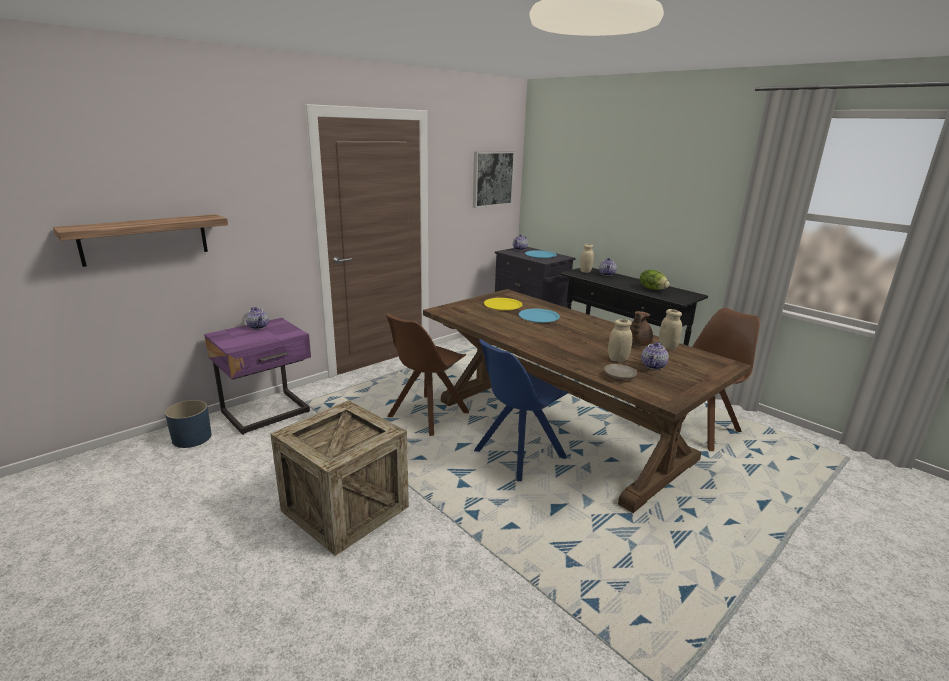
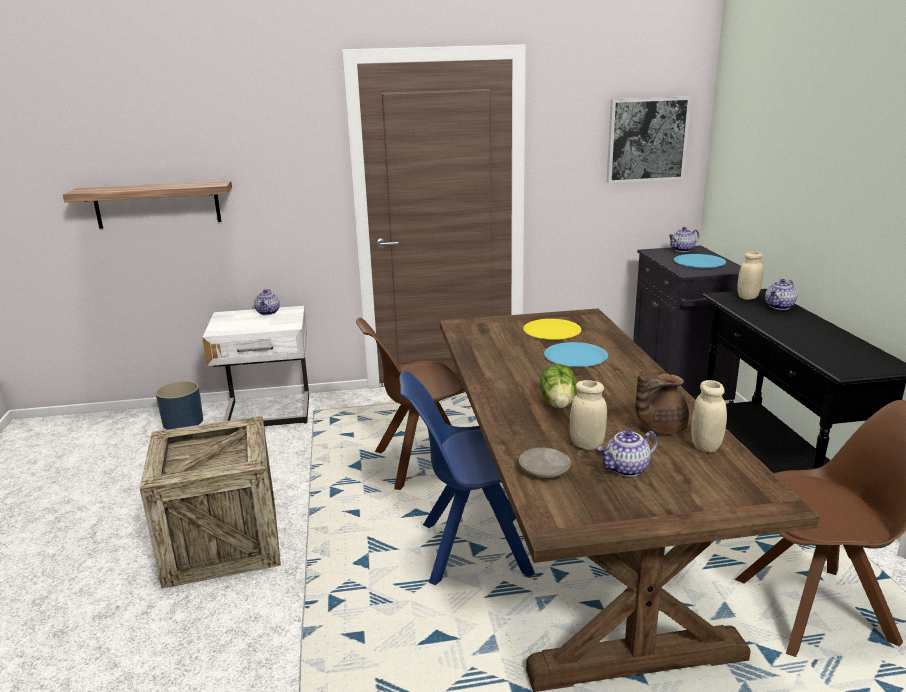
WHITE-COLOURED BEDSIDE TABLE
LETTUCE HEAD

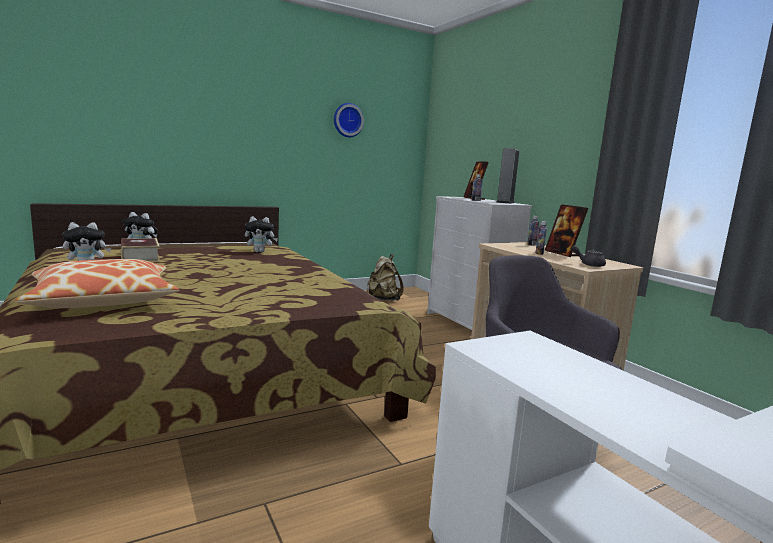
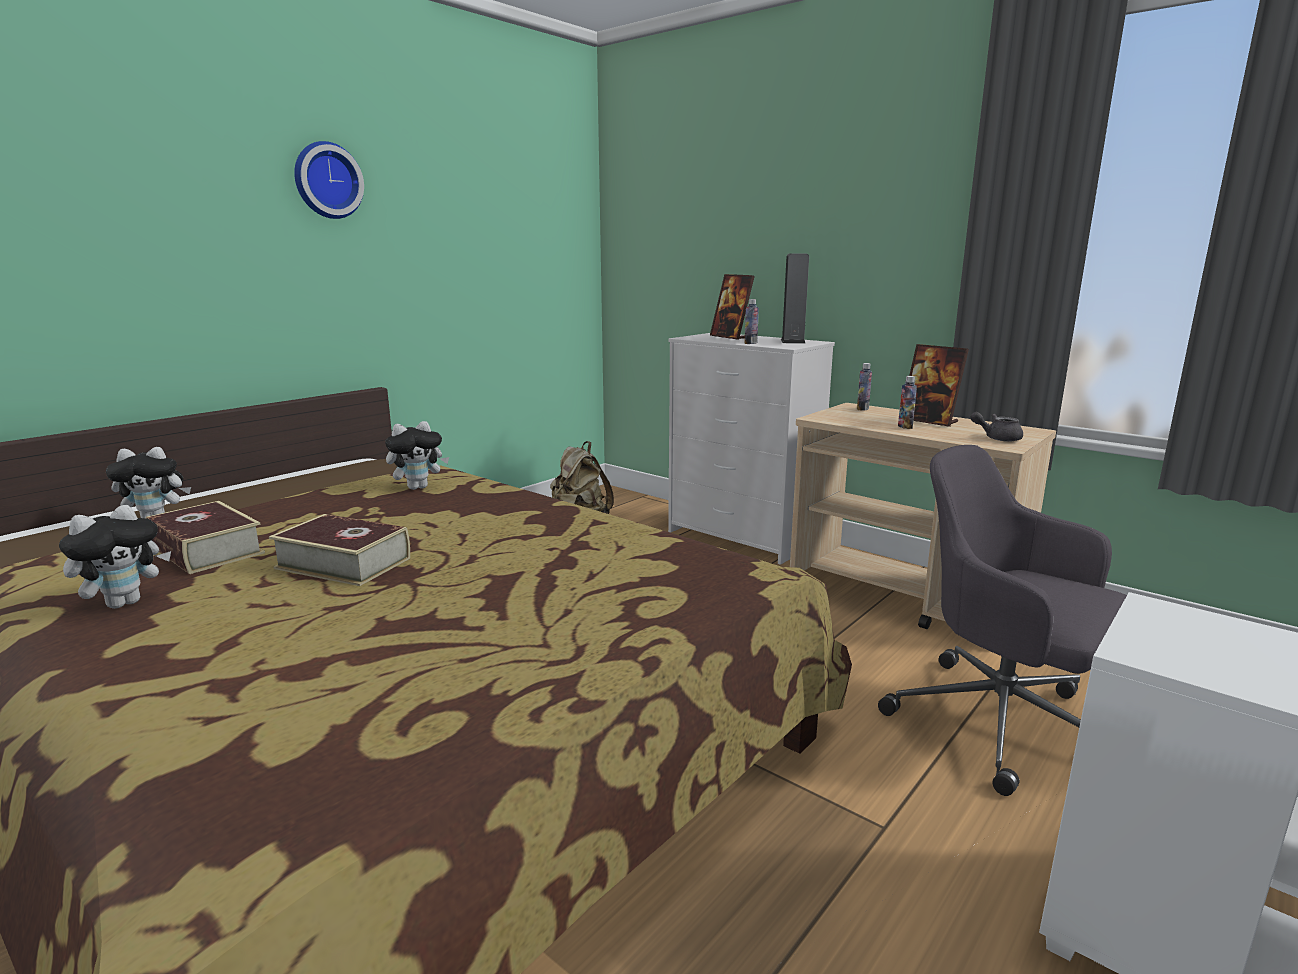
PILLOW
WALL CLOCK
VOLUME (no. 2 from left)

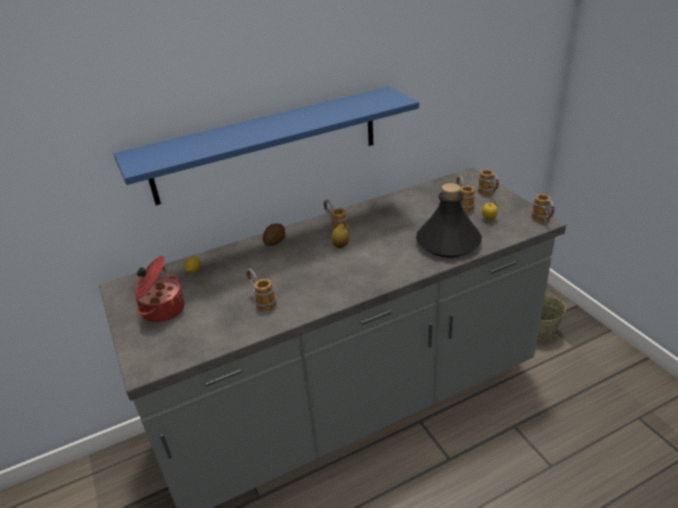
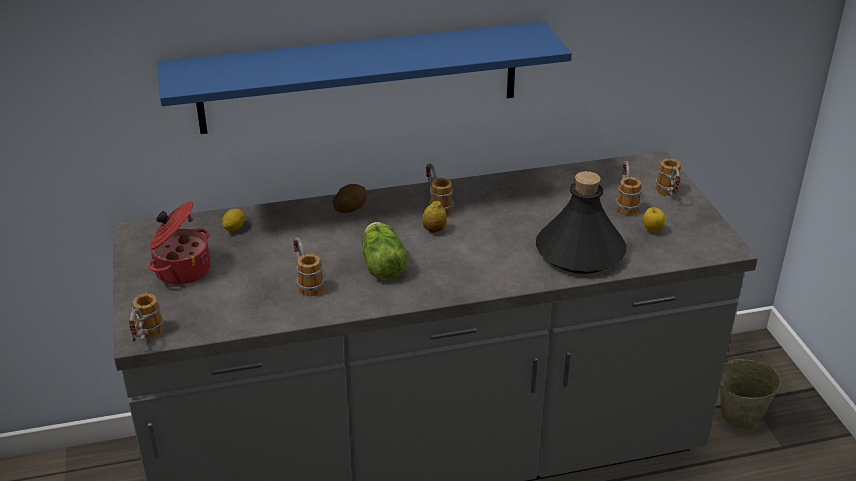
MUG (no. 1 from left)
LETTUCE HEAD

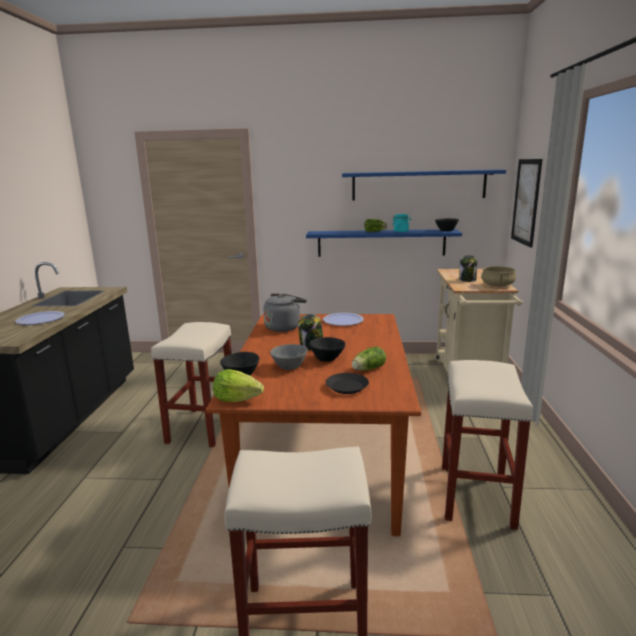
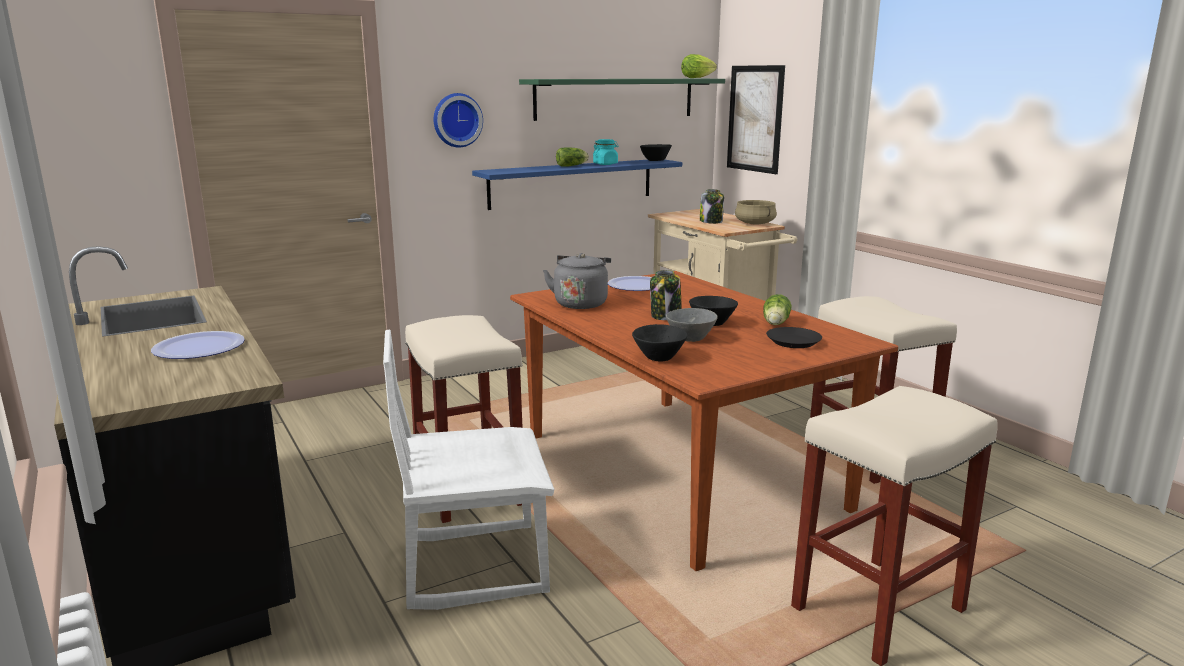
LETTUCE HEAD (no. 2 from left)
GREEN-COLOURED SHELF
WHITE-COLOURED PLAIN CHAIR
WALL CLOCK

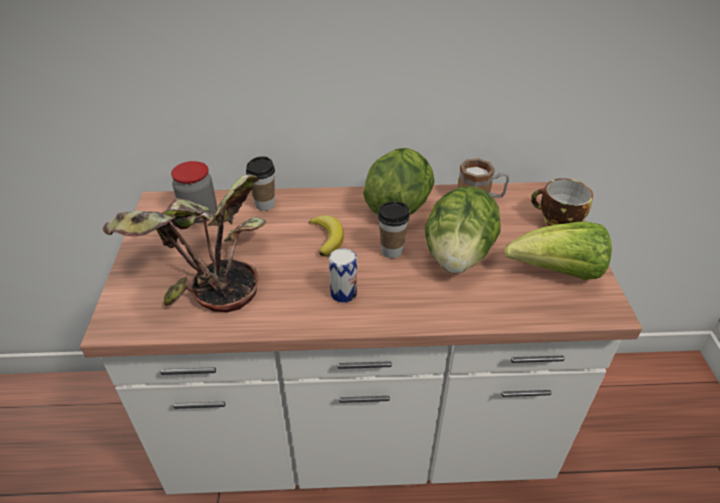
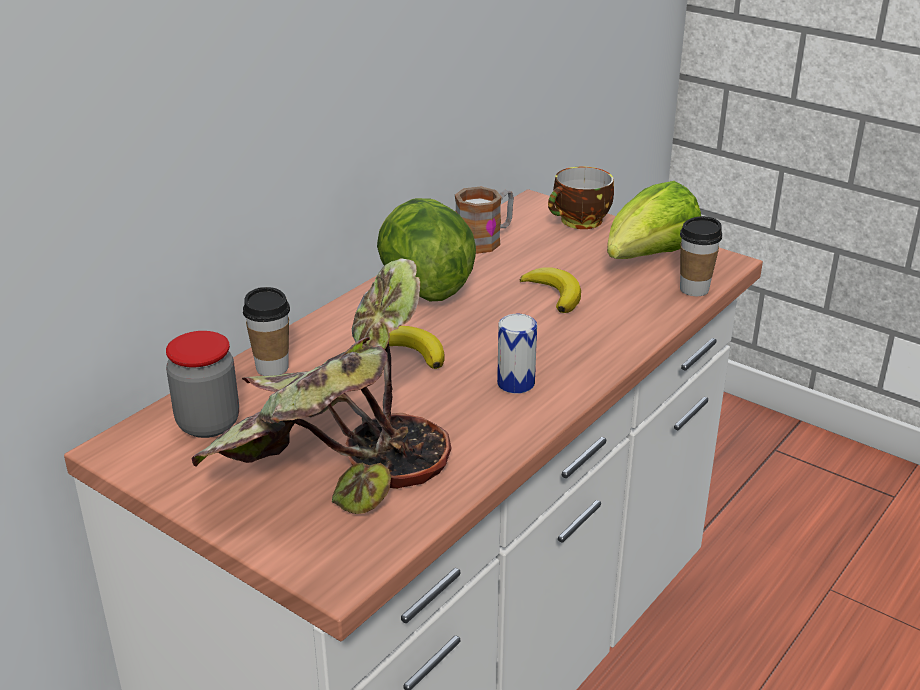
CUP (no. 3 from left)
BANANA FRUIT (no. 2 from left)

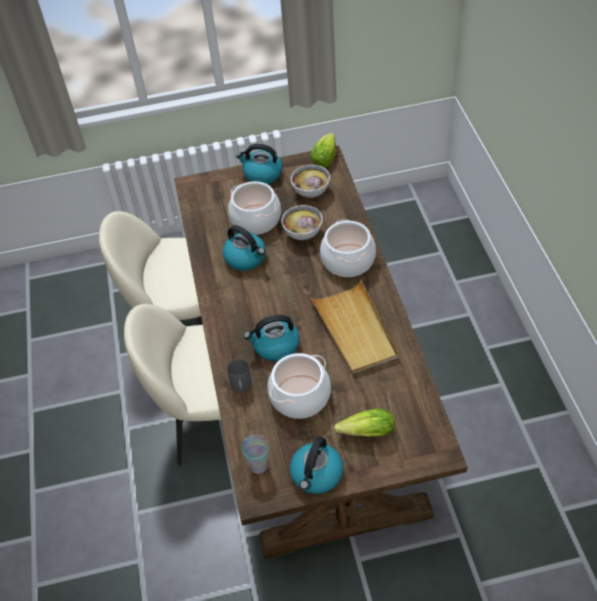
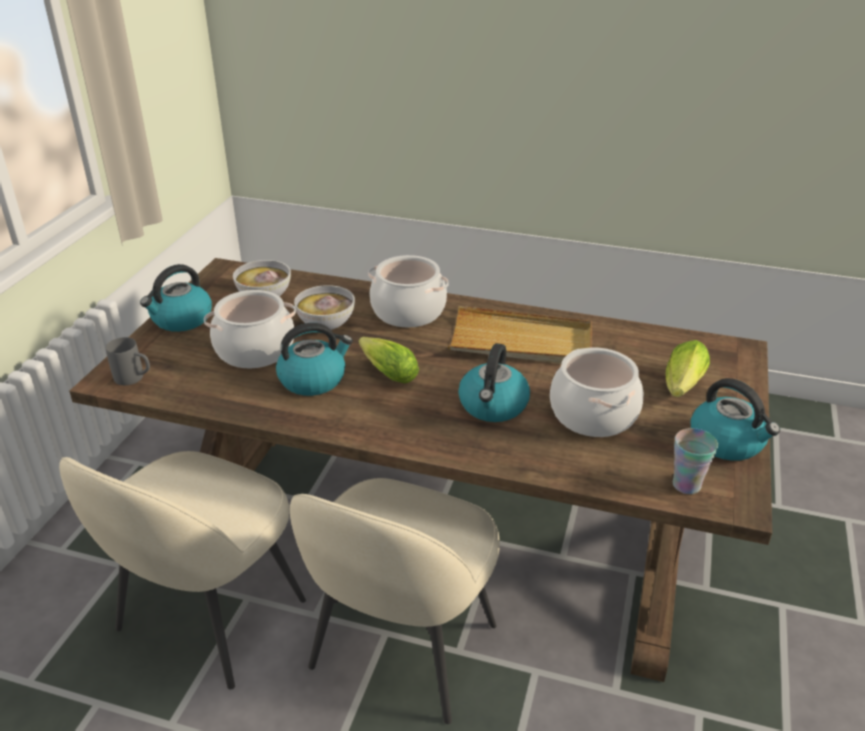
GREYISH MUG
LETTUCE HEAD (no. 1 from left)

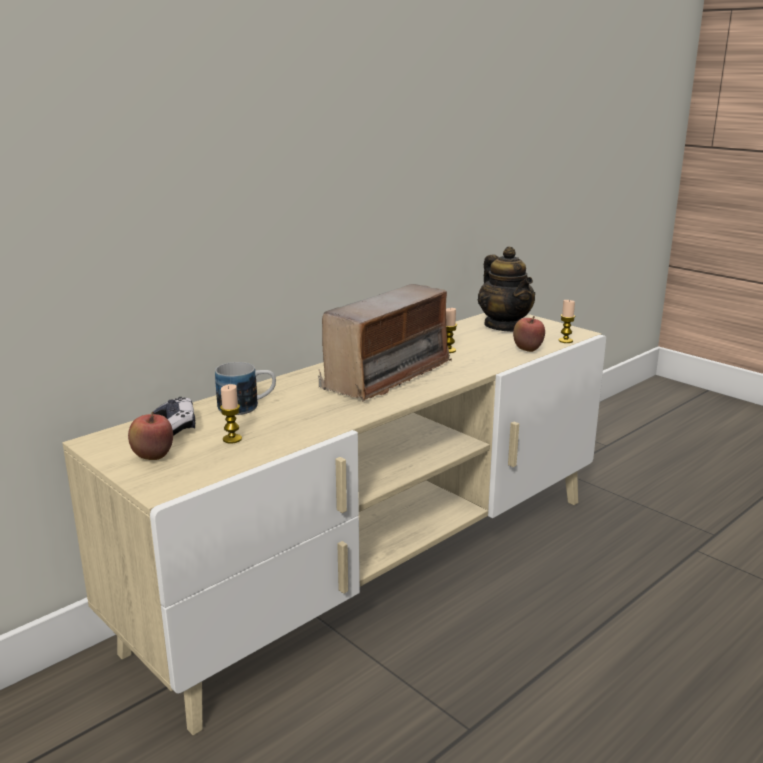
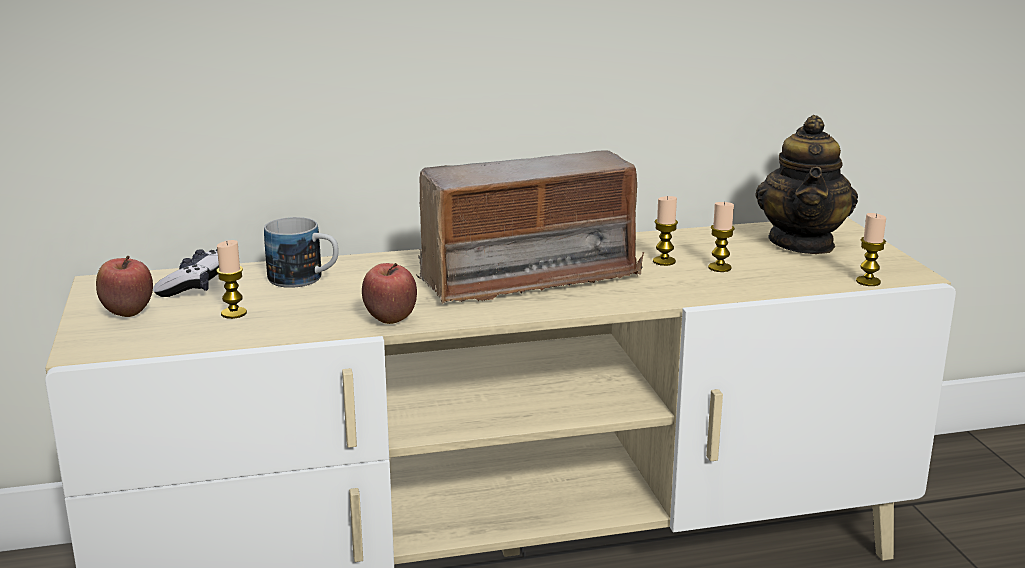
WHOLE APPLE (no. 2 from left)
CANDLE (no. 3 from left)

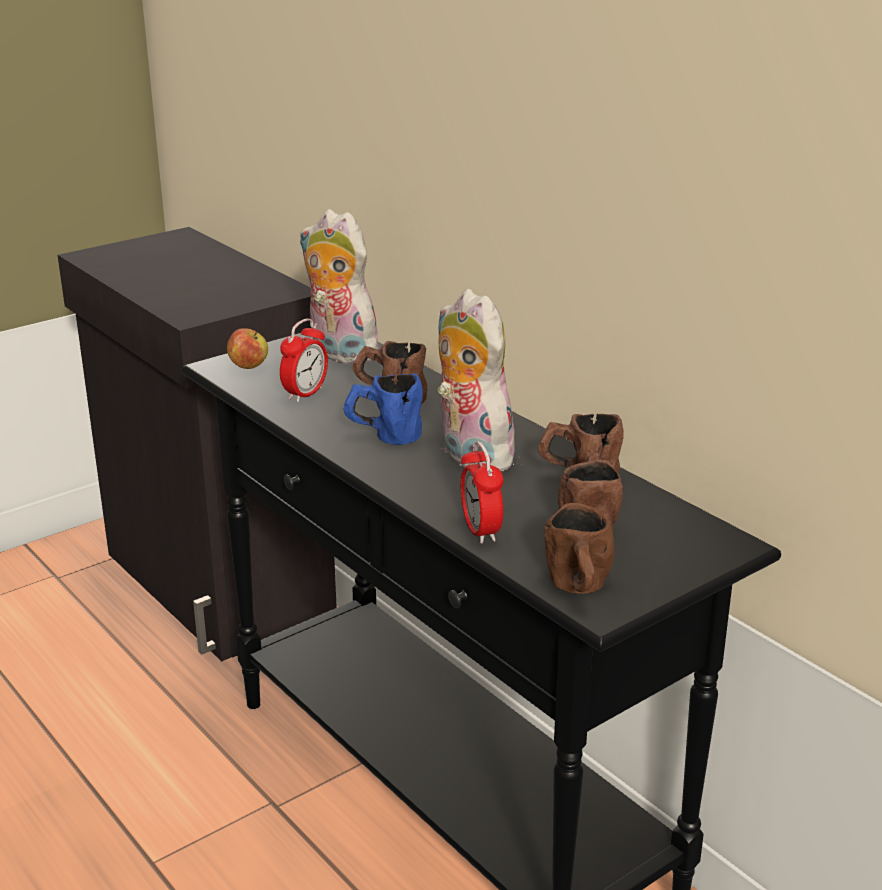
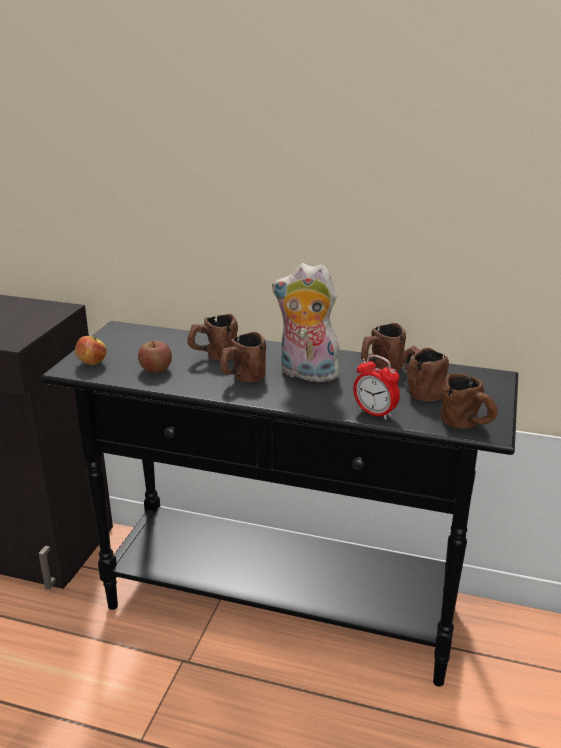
WHOLE APPLE (no. 2 from left)
SOFT TOY (no. 1 from left in the first image)
BROWNISH MUG (no. 2 from left)

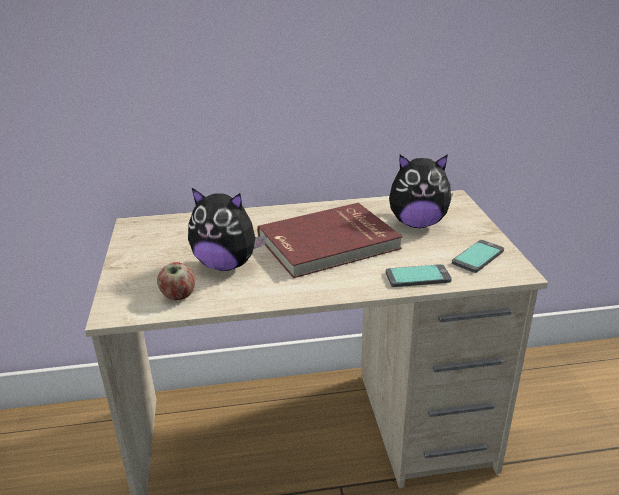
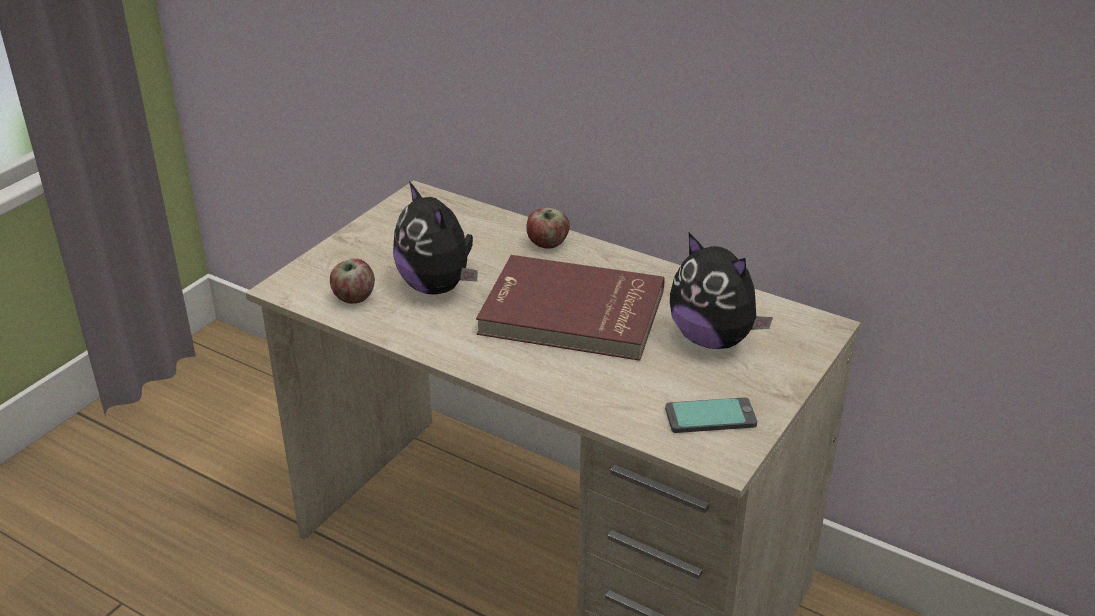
HANDSET (no. 1 from left in the first image)
WHOLE APPLE (no. 2 from left)

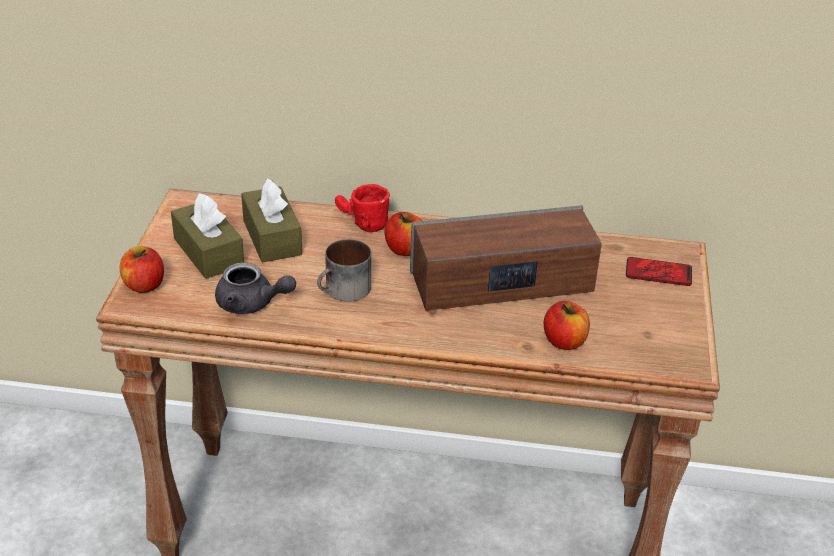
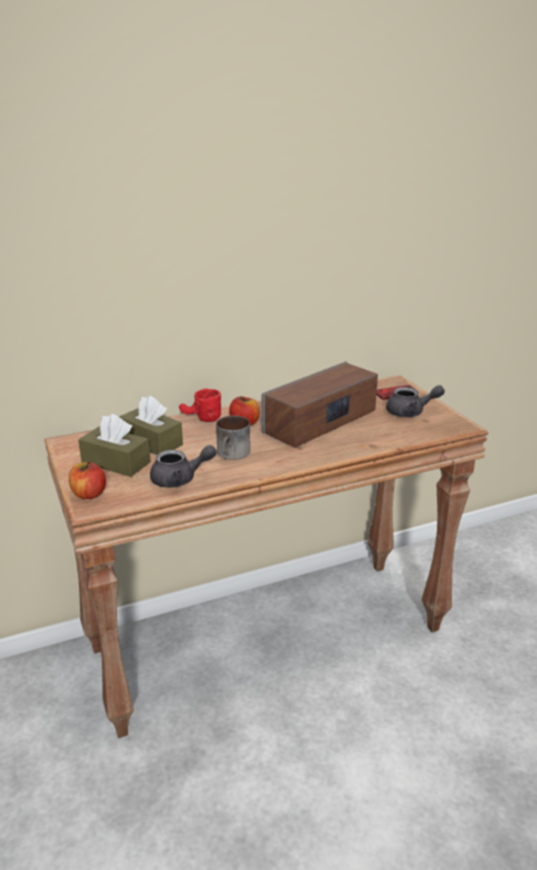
WHOLE APPLE (no. 3 from left in the first image)
GREYISH POT FOR TEA (no. 2 from left)

